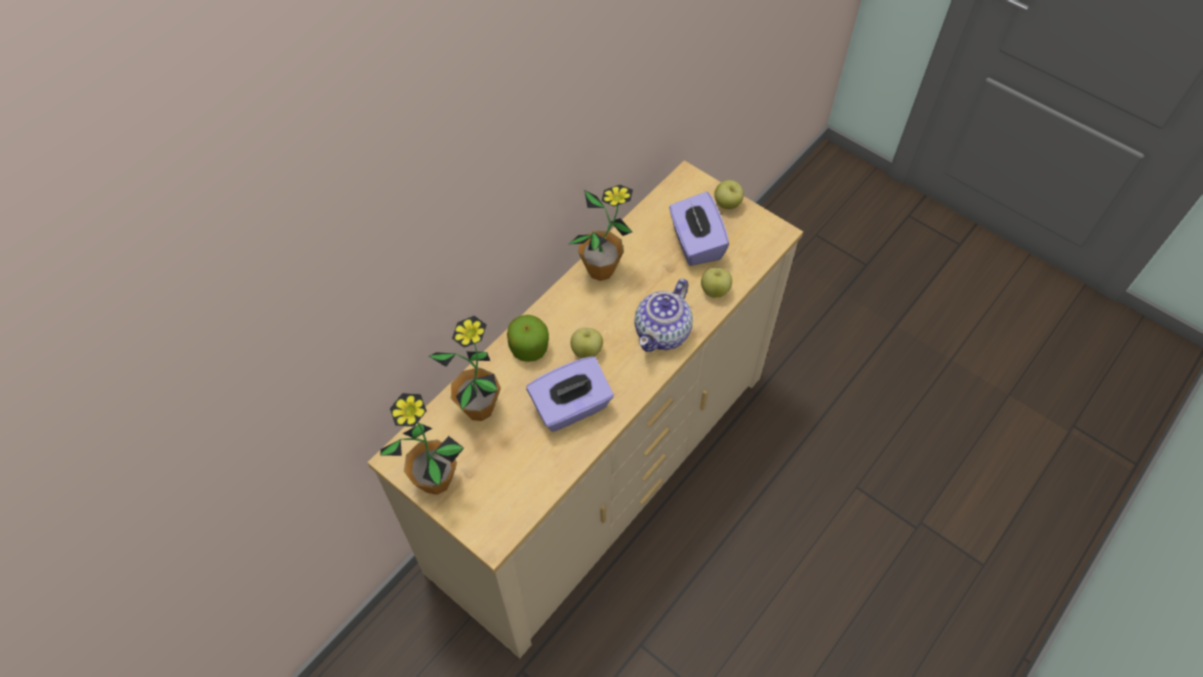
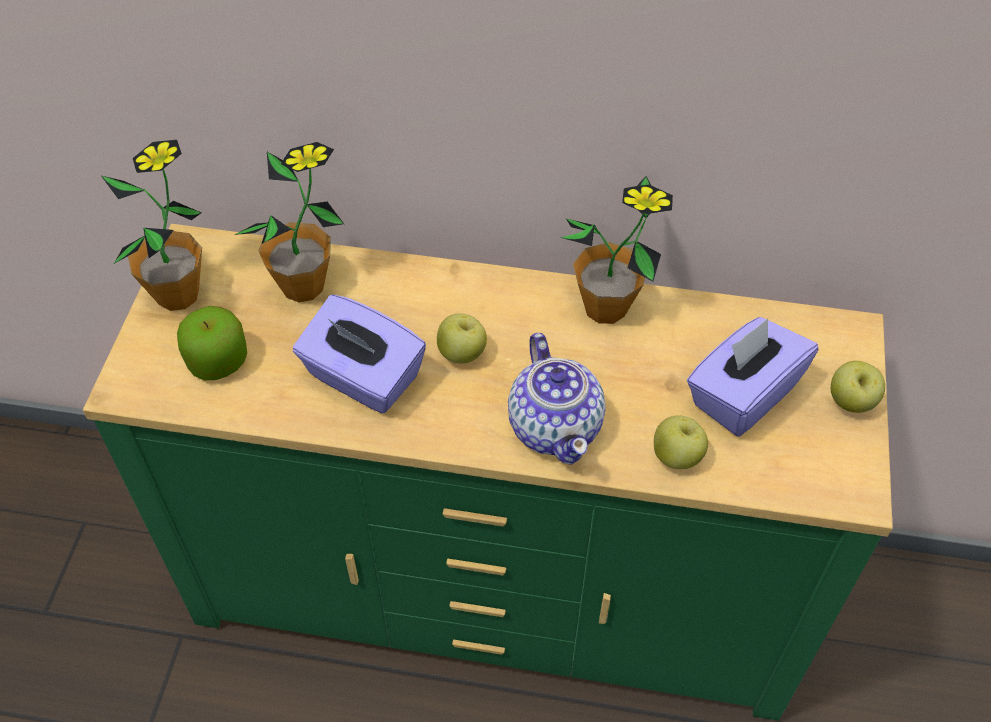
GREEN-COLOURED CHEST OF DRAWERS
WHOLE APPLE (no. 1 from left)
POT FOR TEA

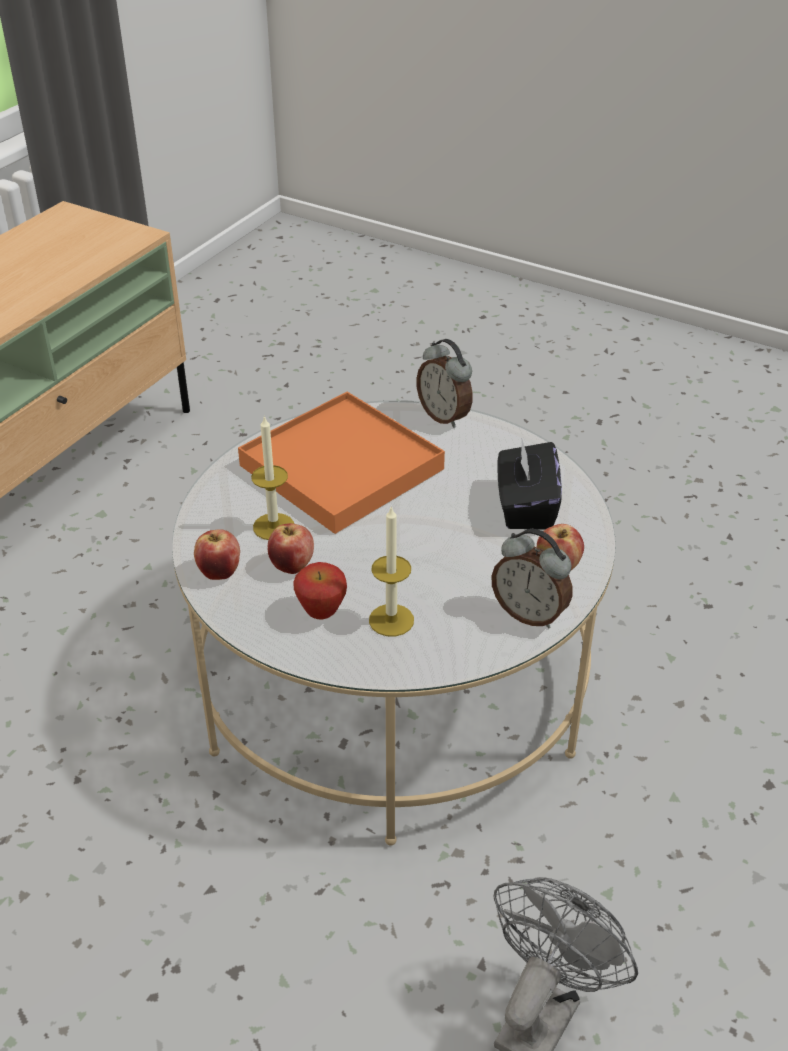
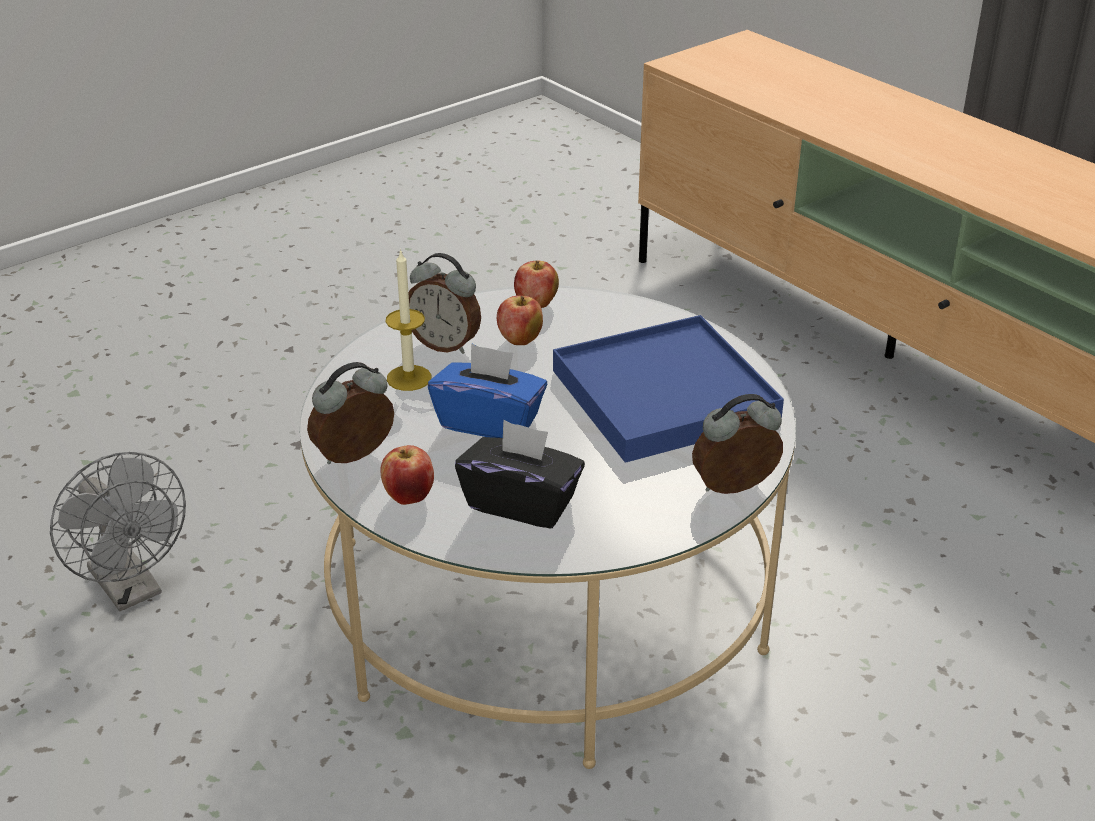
BLUISH SERVING TRAY
CANDLE (no. 1 from left in the first image)
BEDSIDE CLOCK (no. 2 from left)
BLUISH TISSUE BOX

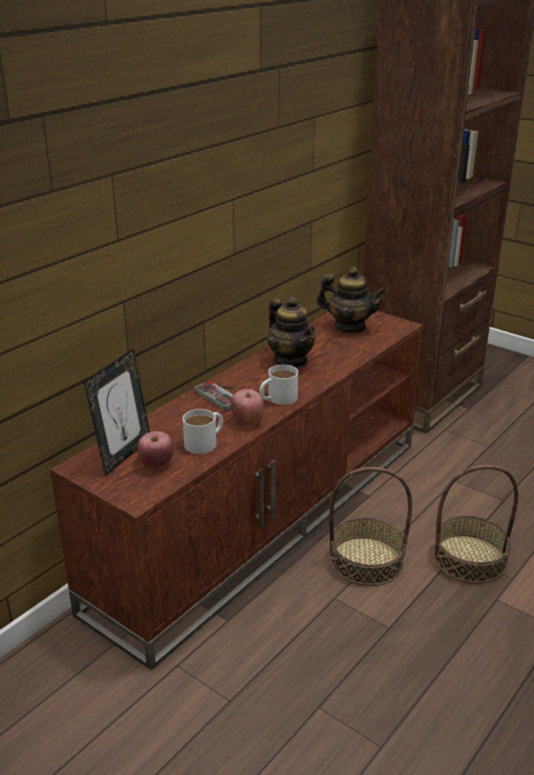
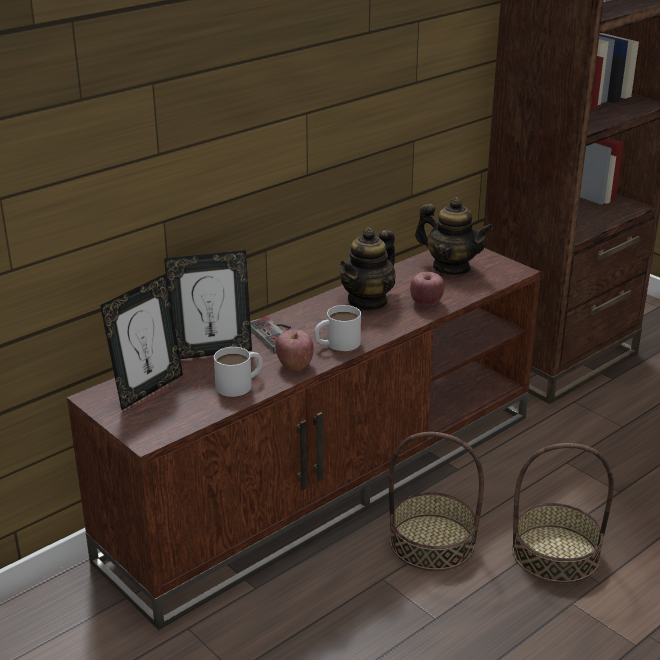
WHOLE APPLE (no. 2 from left)
POT FOR TEA (no. 1 from left)
PHOTO FRAME (no. 2 from left)

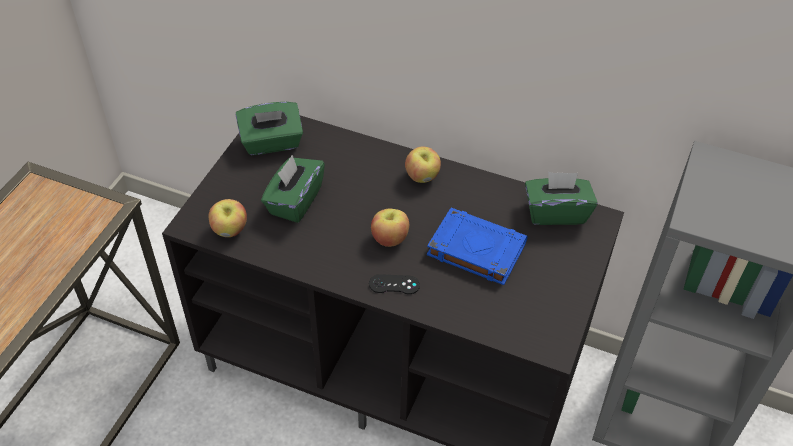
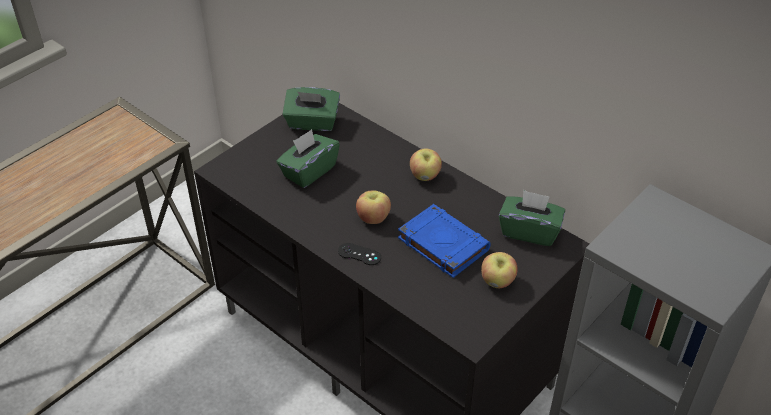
WHOLE APPLE (no. 3 from left)

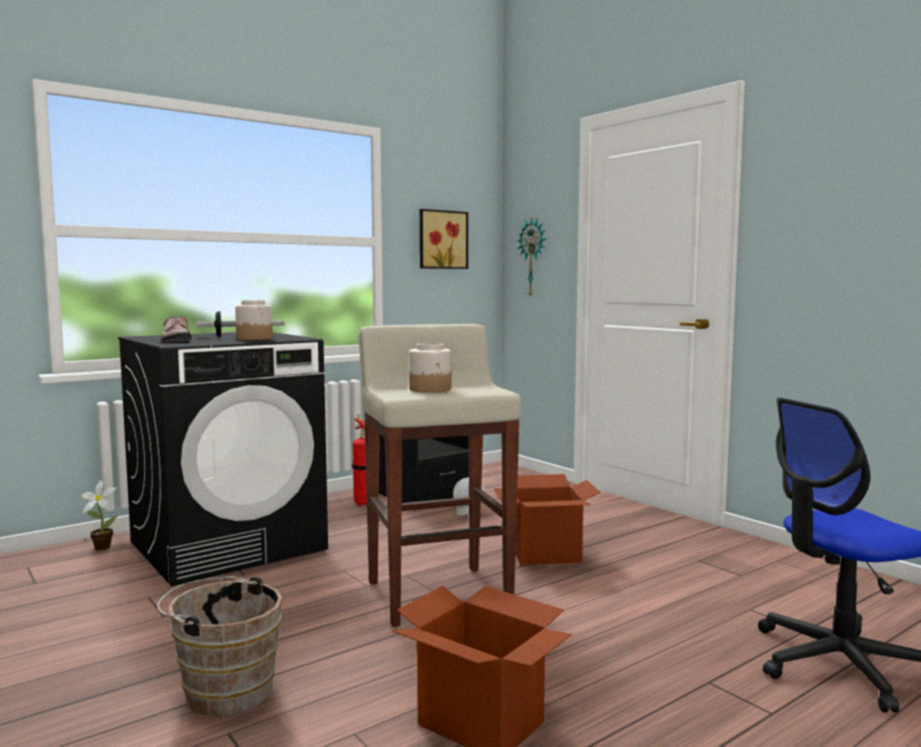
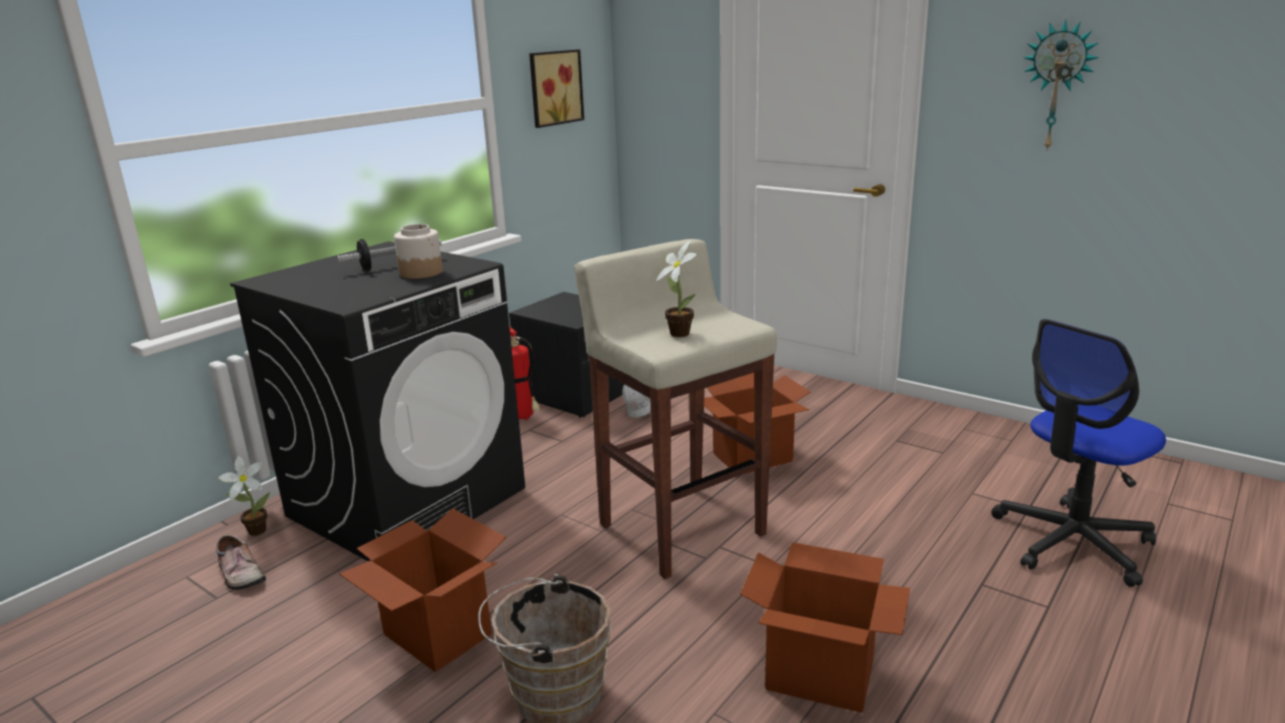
ITEM OF FOOTWEAR
POTTED PLANT (no. 2 from left)
WALL CLOCK
CARDBOARD BOX (no. 1 from left)

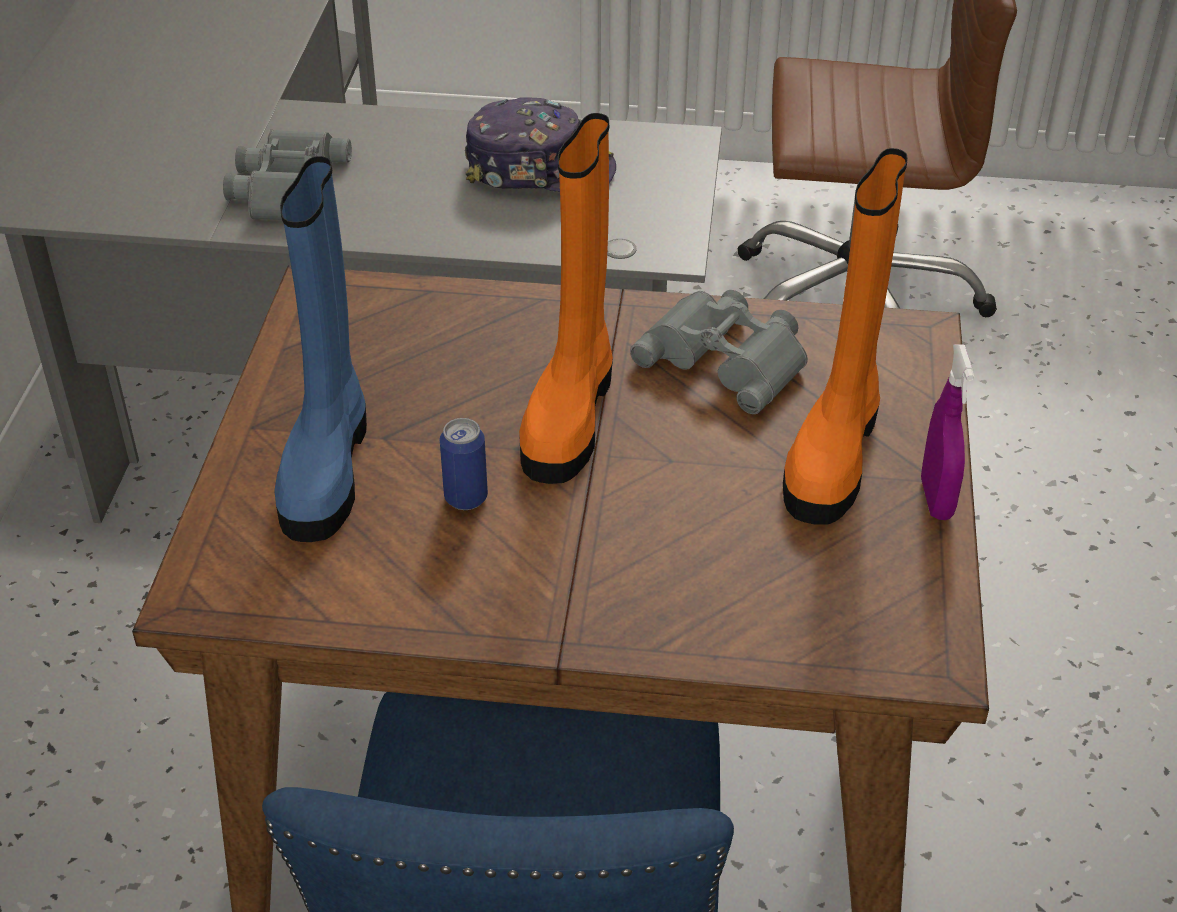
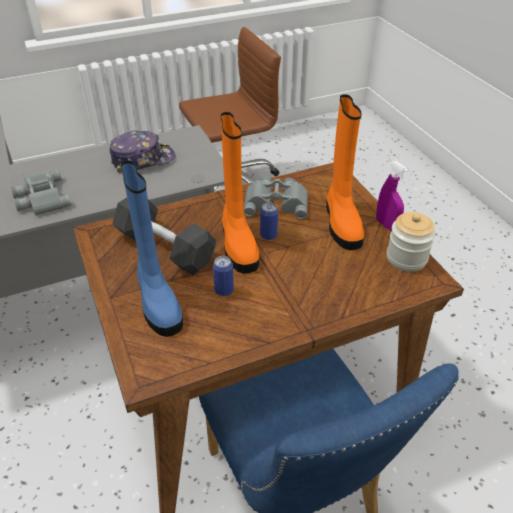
GREYISH FREE WEIGHT
METAL CAN (no. 2 from left)
JAR

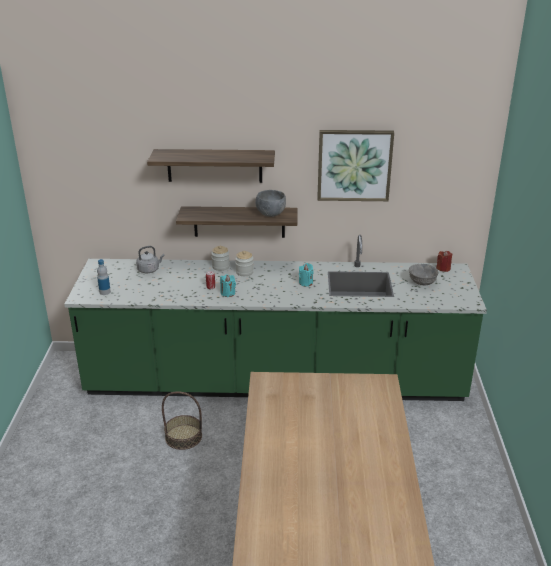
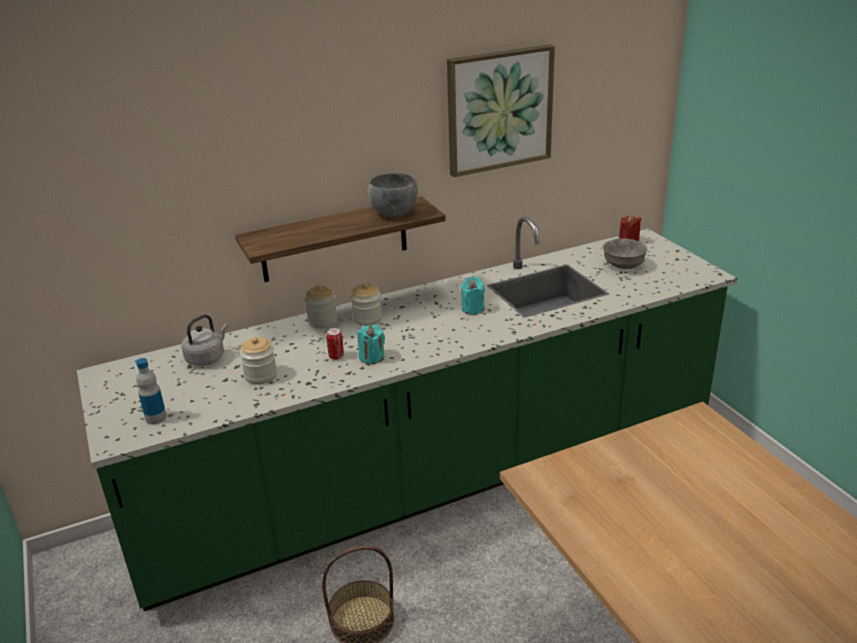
SHELF (no. 1 from left in the first image)
JAR (no. 1 from left)

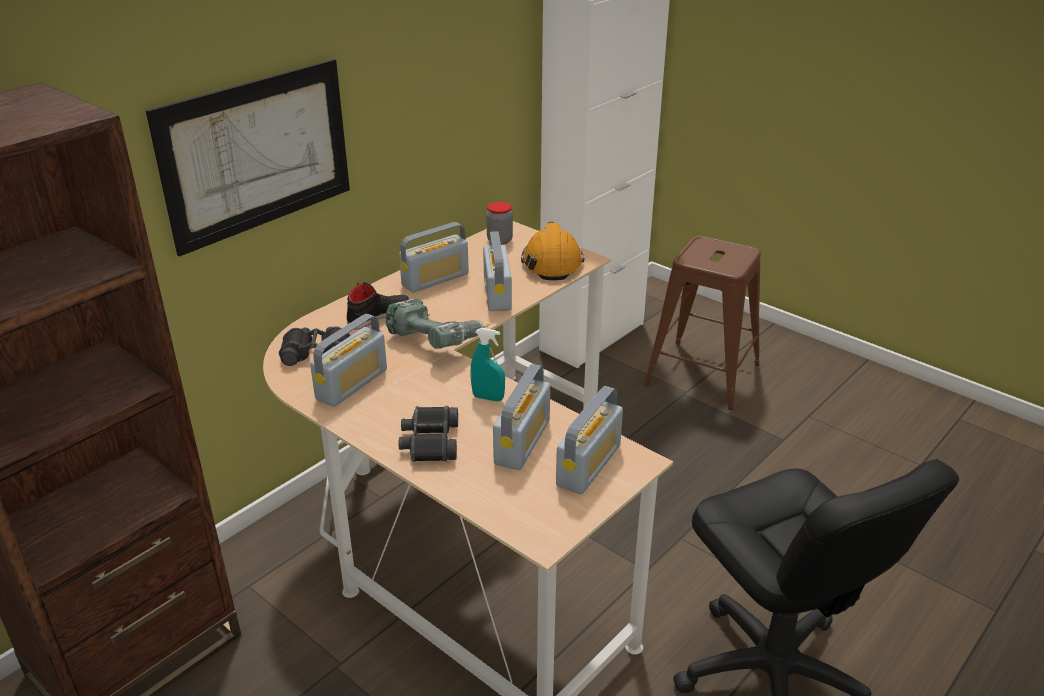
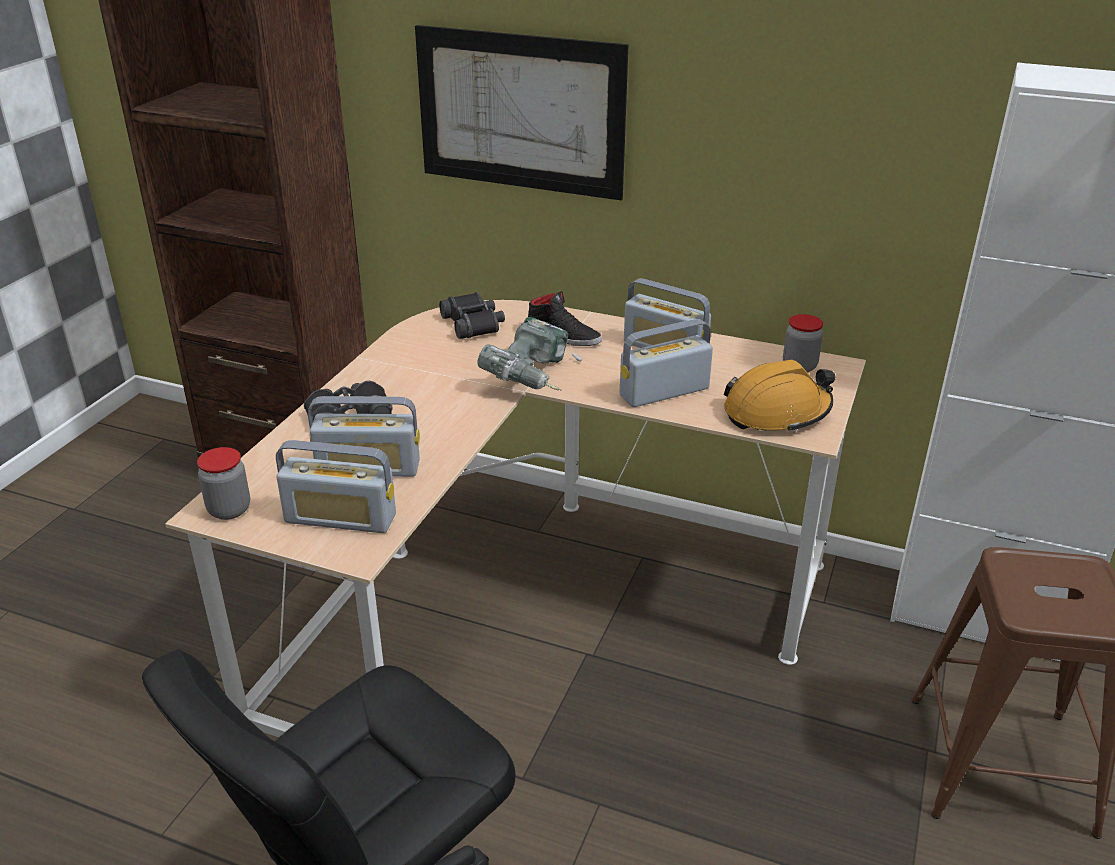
RADIO SET (no. 1 from left in the first image)
TURQUOISE-COLOURED SPRAY BOTTLE
JAR (no. 1 from left)

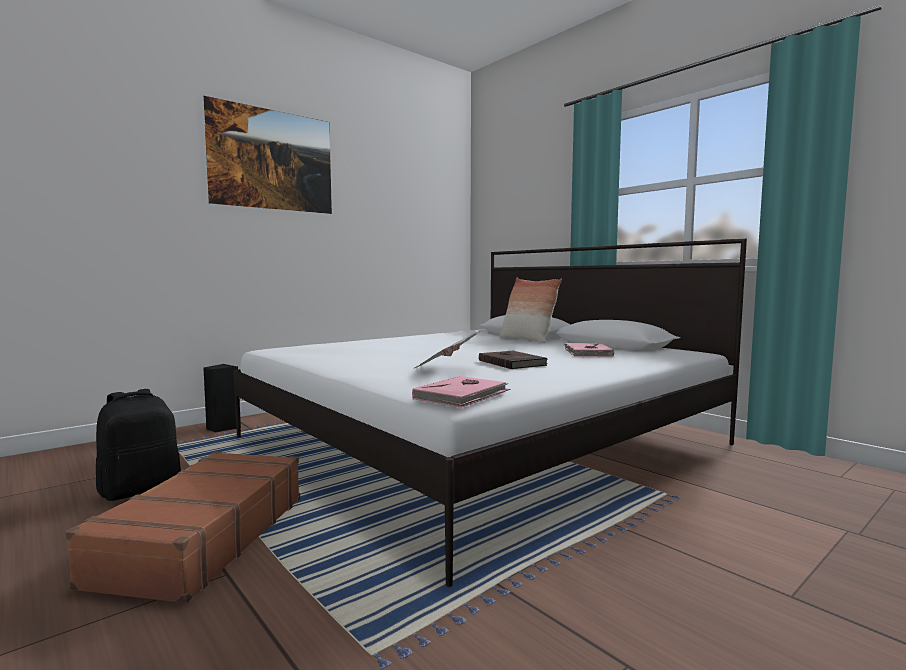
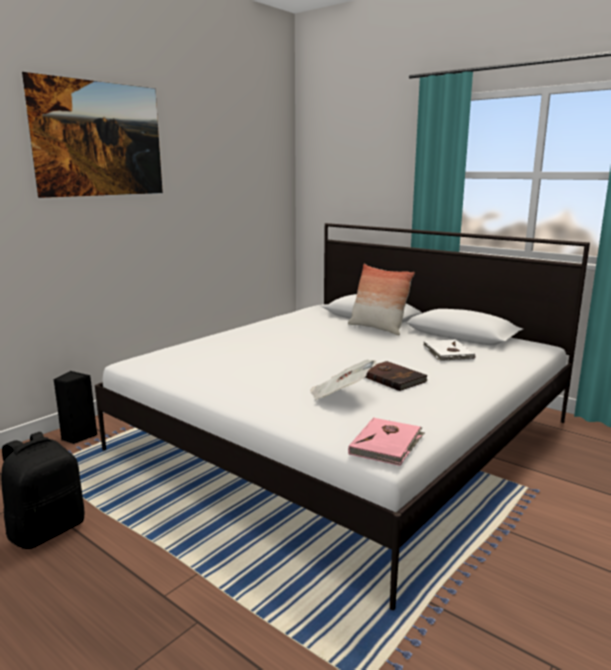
BROWNISH SUITCASE
WHITE-COLOURED VOLUME

